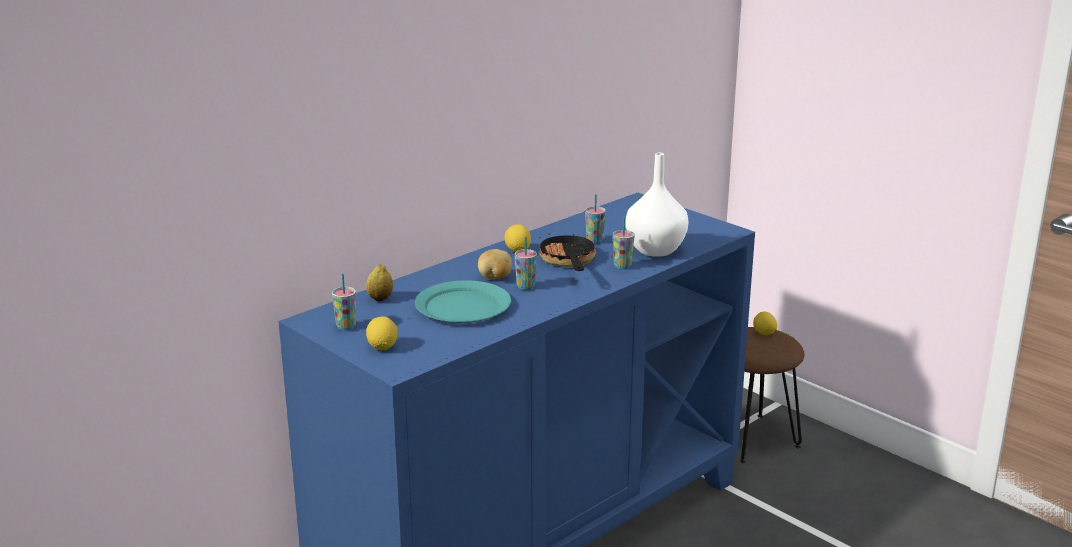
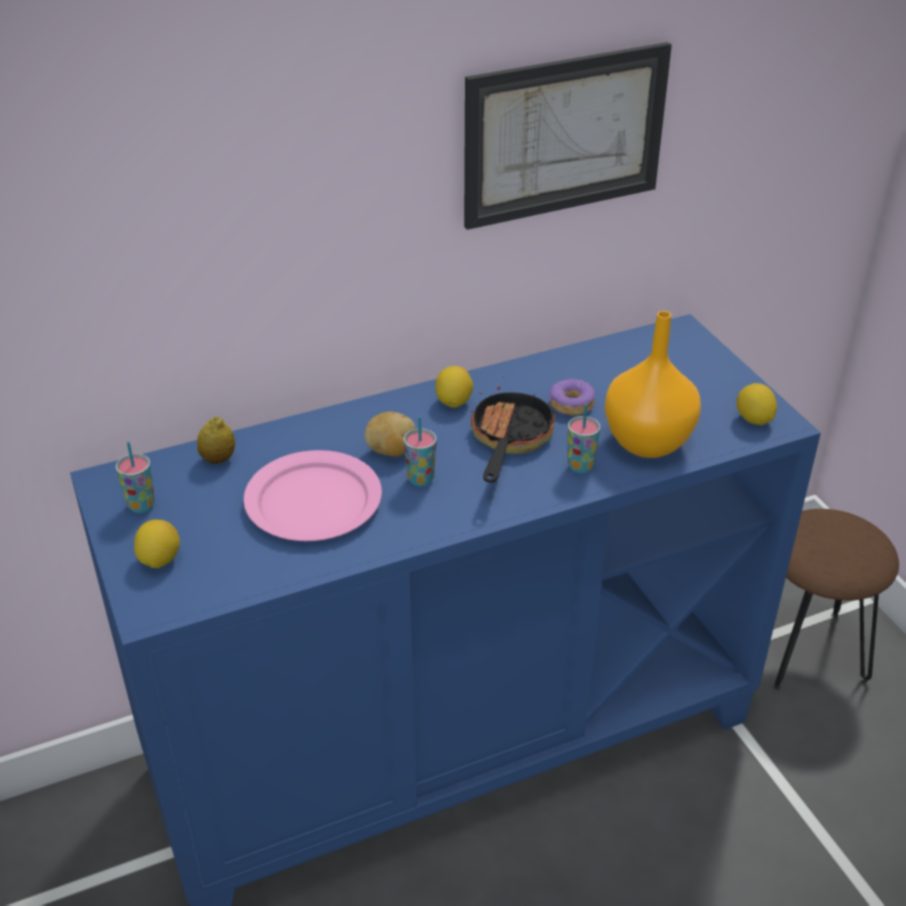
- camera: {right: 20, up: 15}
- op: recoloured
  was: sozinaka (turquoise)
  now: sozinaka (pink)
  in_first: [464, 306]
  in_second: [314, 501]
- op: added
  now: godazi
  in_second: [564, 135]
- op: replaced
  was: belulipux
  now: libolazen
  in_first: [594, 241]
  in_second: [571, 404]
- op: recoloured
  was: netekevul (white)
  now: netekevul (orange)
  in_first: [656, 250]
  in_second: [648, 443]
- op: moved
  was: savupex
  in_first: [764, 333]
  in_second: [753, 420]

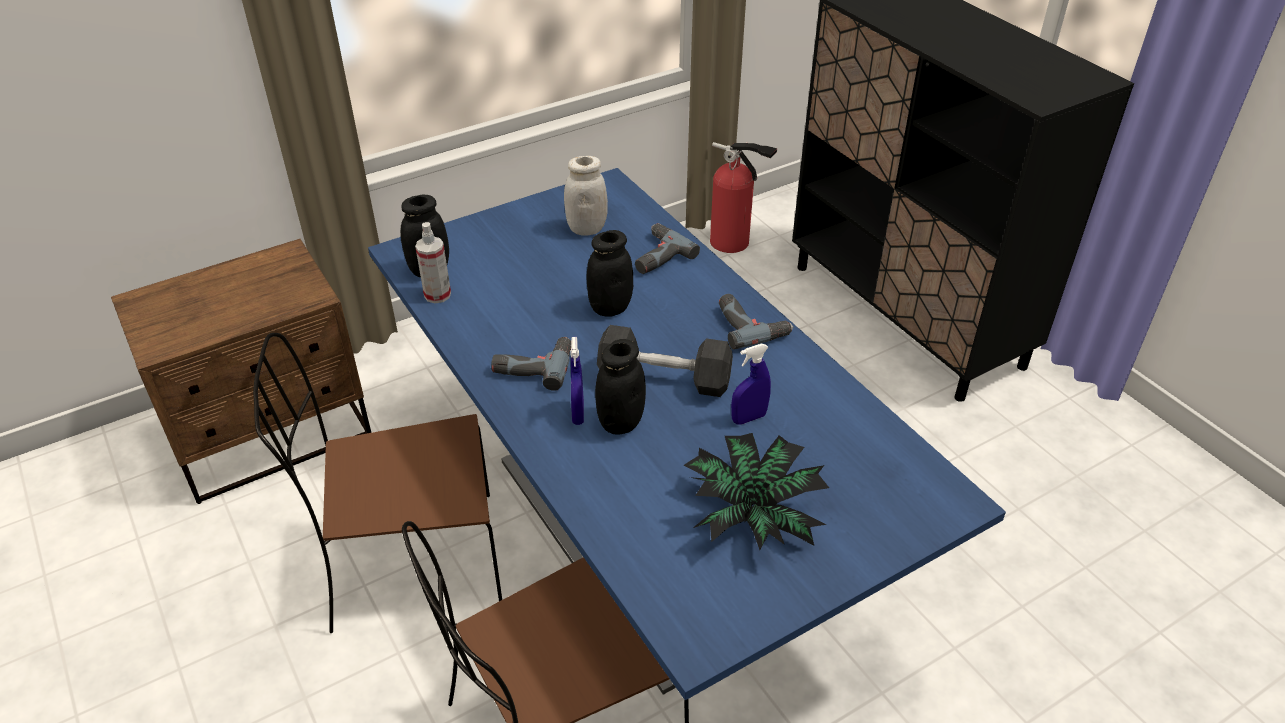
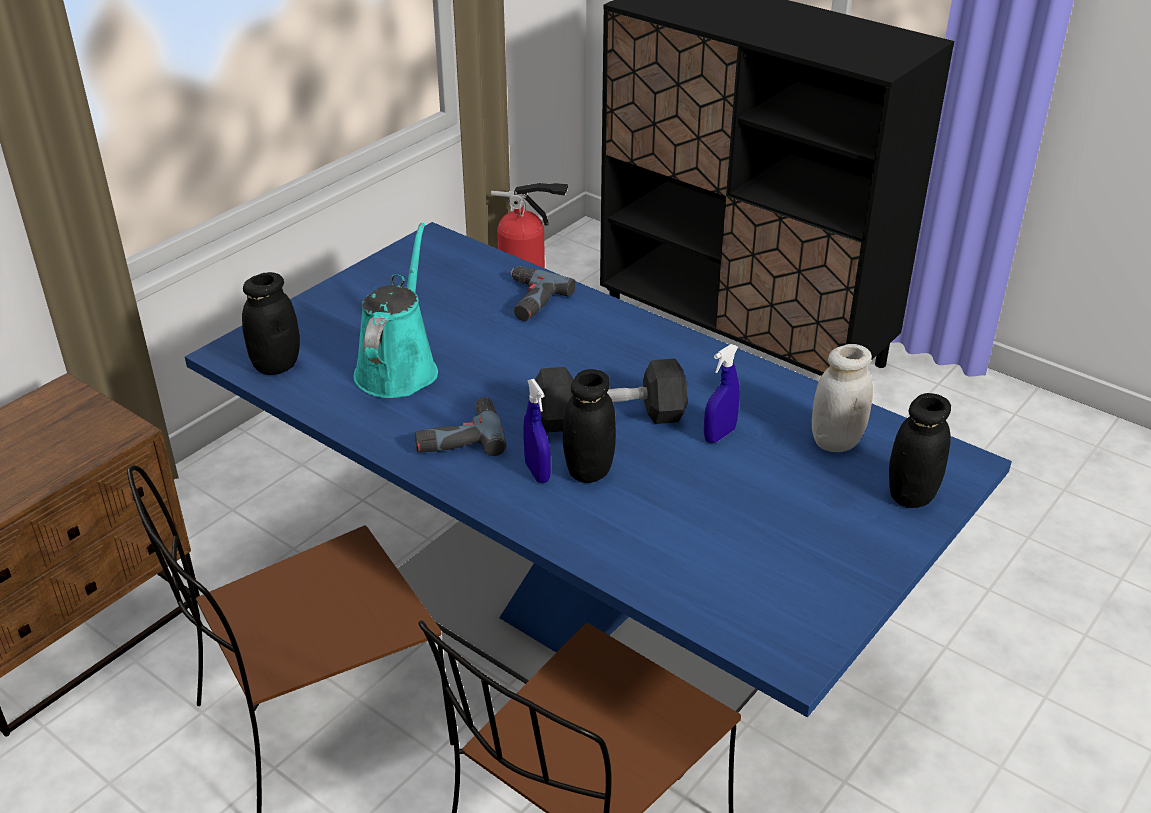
- camera: {right: -20, up: -5}
- op: added
  now: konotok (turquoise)
  in_second: [398, 368]
- op: moved
  was: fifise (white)
  in_first: [587, 228]
  in_second: [836, 441]
- op: moved
  was: fifise (black)
  in_first: [610, 308]
  in_second: [911, 495]
- op: removed
  was: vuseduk
  in_first: [437, 295]
- op: removed
  was: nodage
  in_first: [752, 513]
- op: removed
  was: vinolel
  in_first: [750, 325]

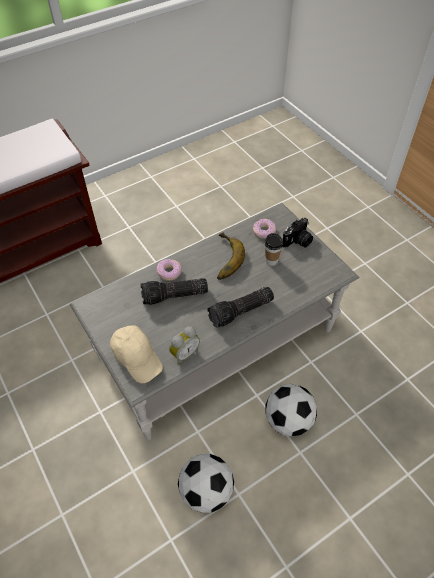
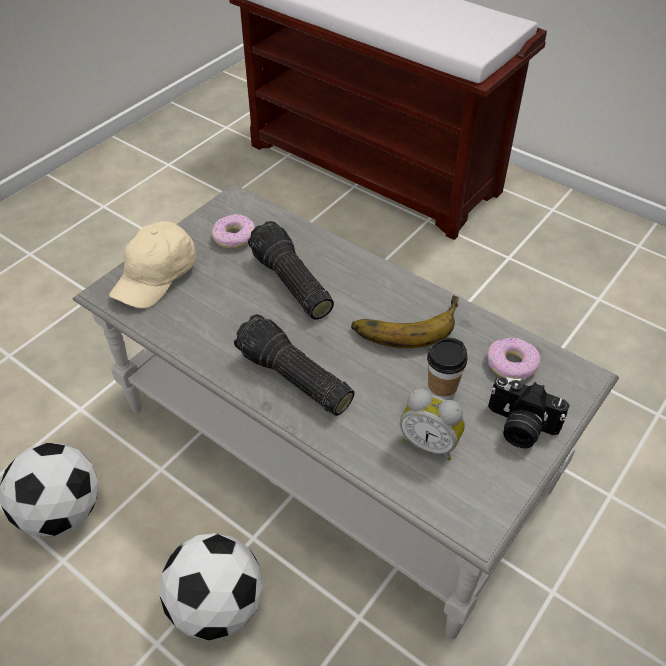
- camera: {right: 70, up: -5}
- op: moved
  was: libolazen
  in_first: [169, 272]
  in_second: [235, 237]
- op: moved
  was: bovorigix
  in_first: [184, 353]
  in_second: [430, 443]

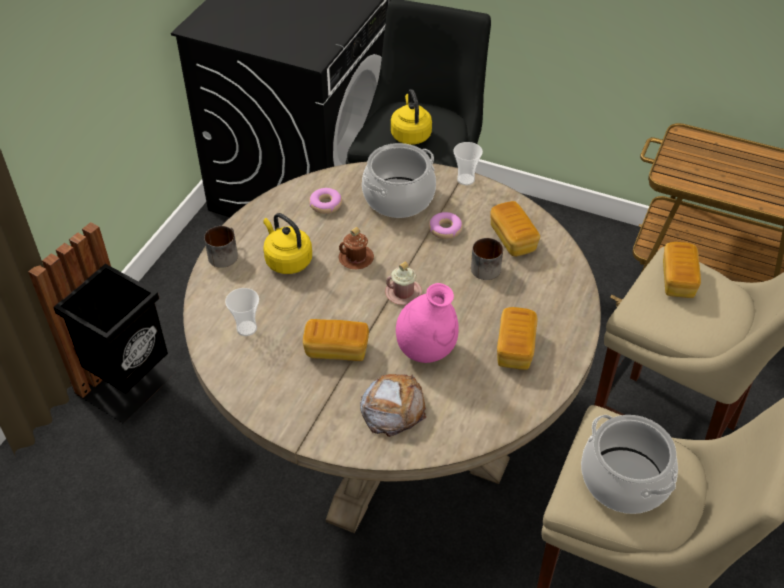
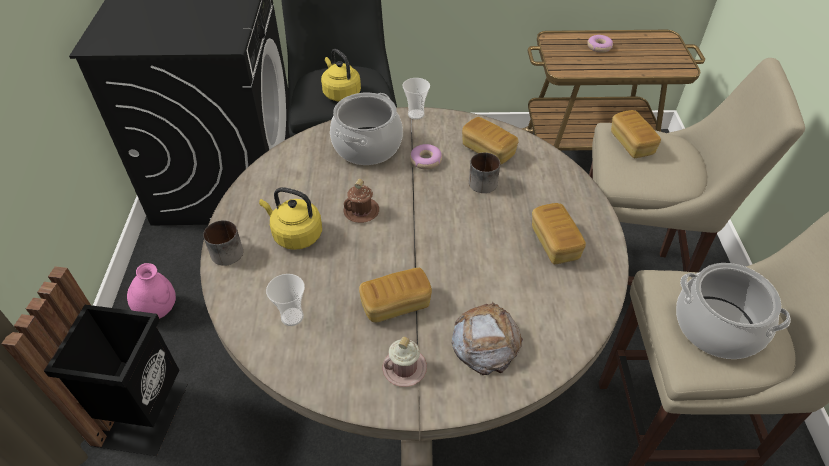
- camera: {right: -25, up: 0}
- op: moved
  was: netekevul (pink)
  in_first: [426, 351]
  in_second: [158, 310]
- op: moved
  was: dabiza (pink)
  in_first: [403, 293]
  in_second: [404, 368]
- op: moved
  was: libolazen
  in_first: [326, 204]
  in_second: [599, 47]

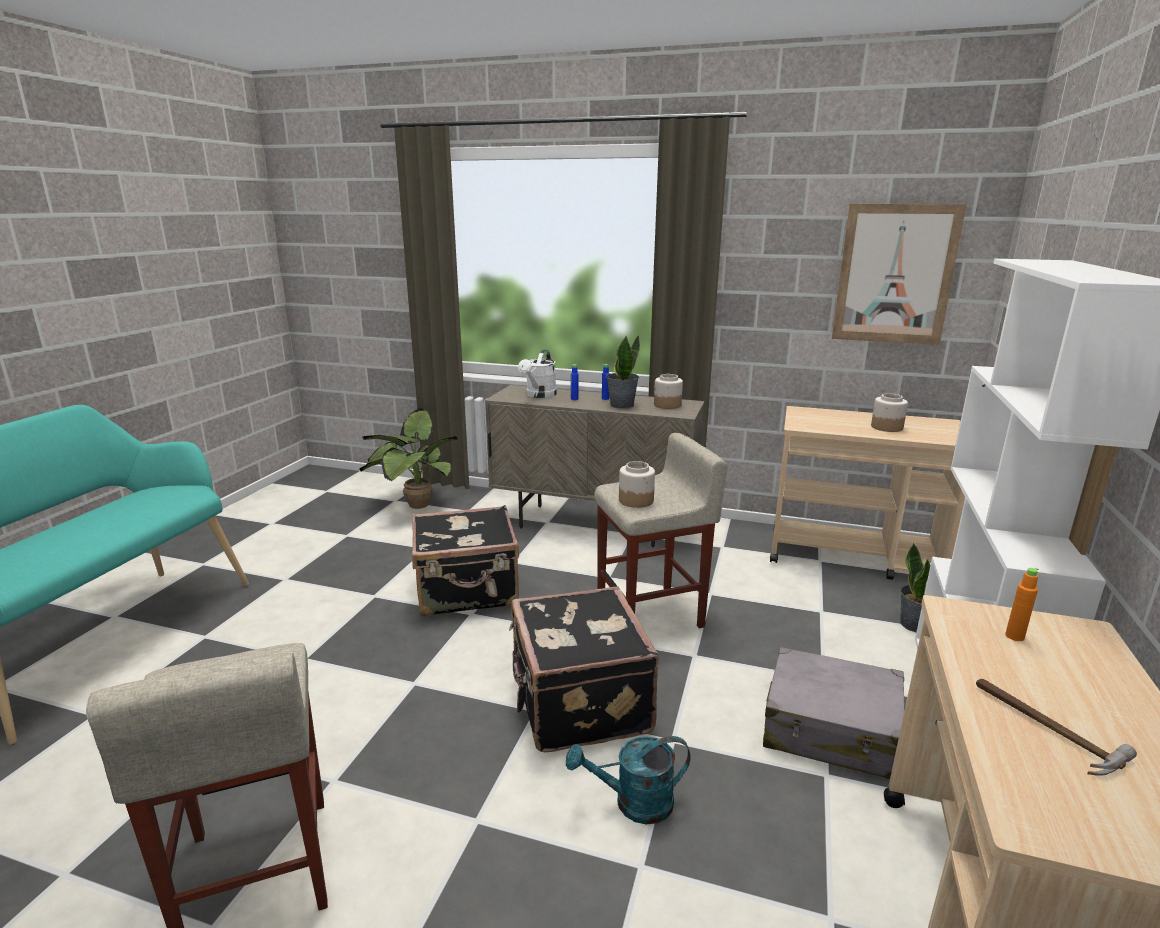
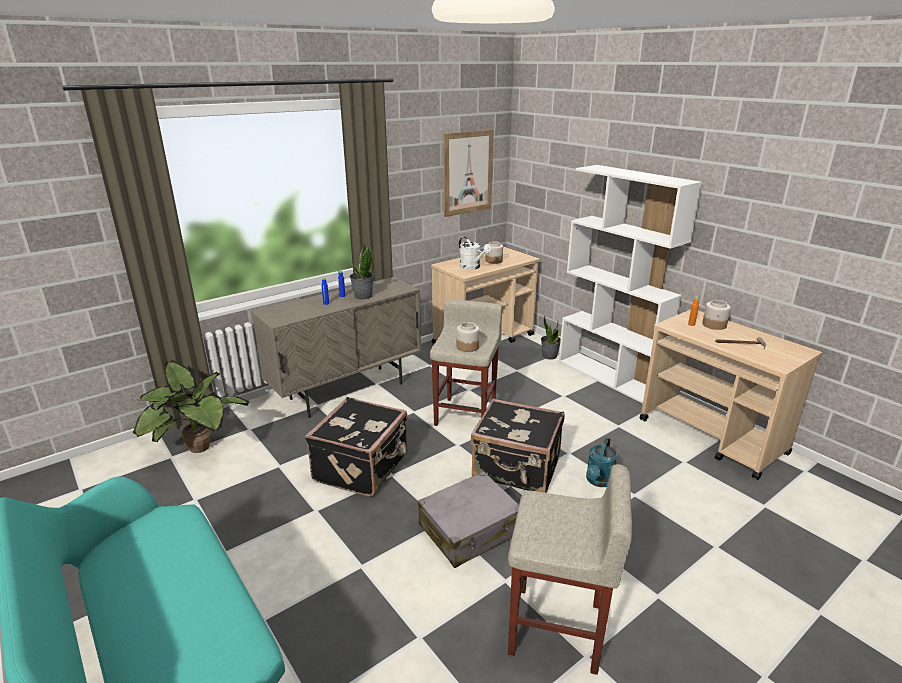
- camera: {right: -55, up: 5}
- op: moved
  was: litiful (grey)
  in_first: [831, 730]
  in_second: [470, 530]
- op: moved
  was: konotok (white)
  in_first: [539, 395]
  in_second: [472, 267]
- op: moved
  was: fifise
  in_first: [667, 405]
  in_second: [714, 325]

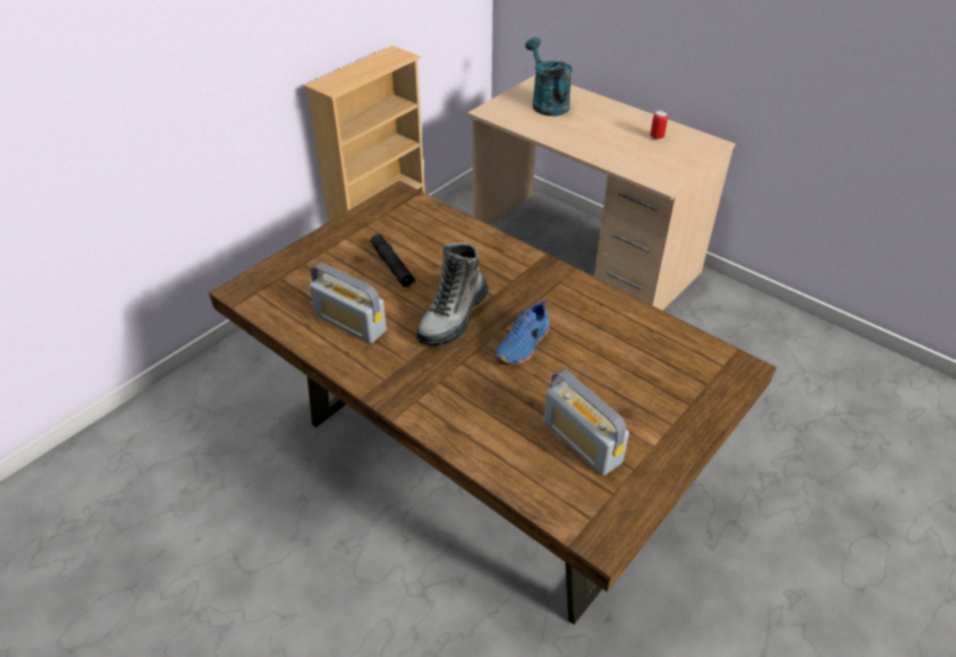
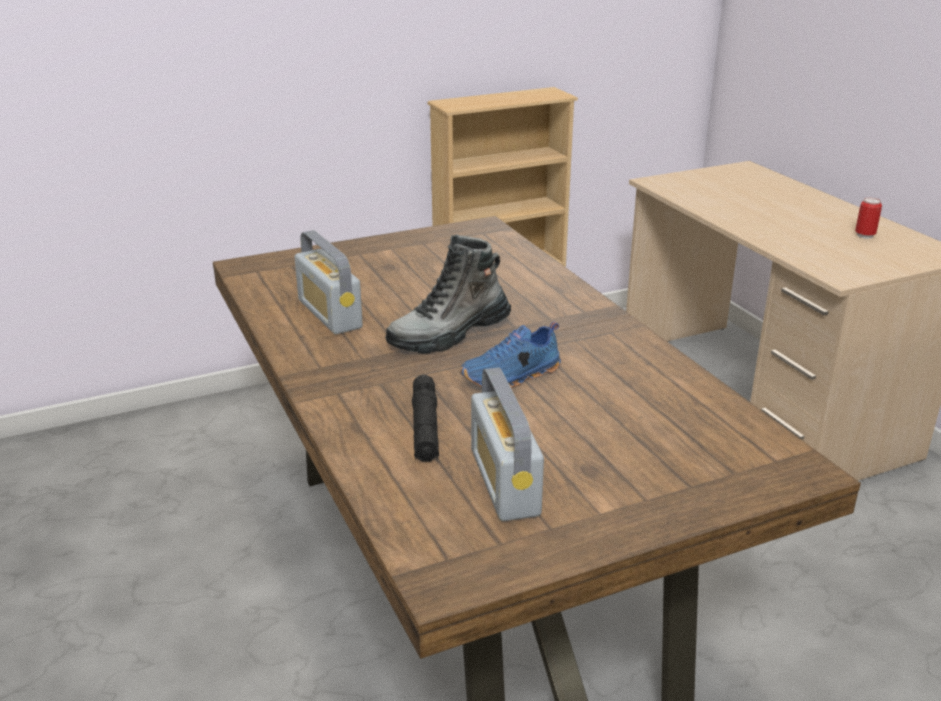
- camera: {right: 25, up: -15}
- op: moved
  was: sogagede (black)
  in_first: [392, 266]
  in_second: [425, 427]
- op: removed
  was: konotok (turquoise)
  in_first: [547, 103]

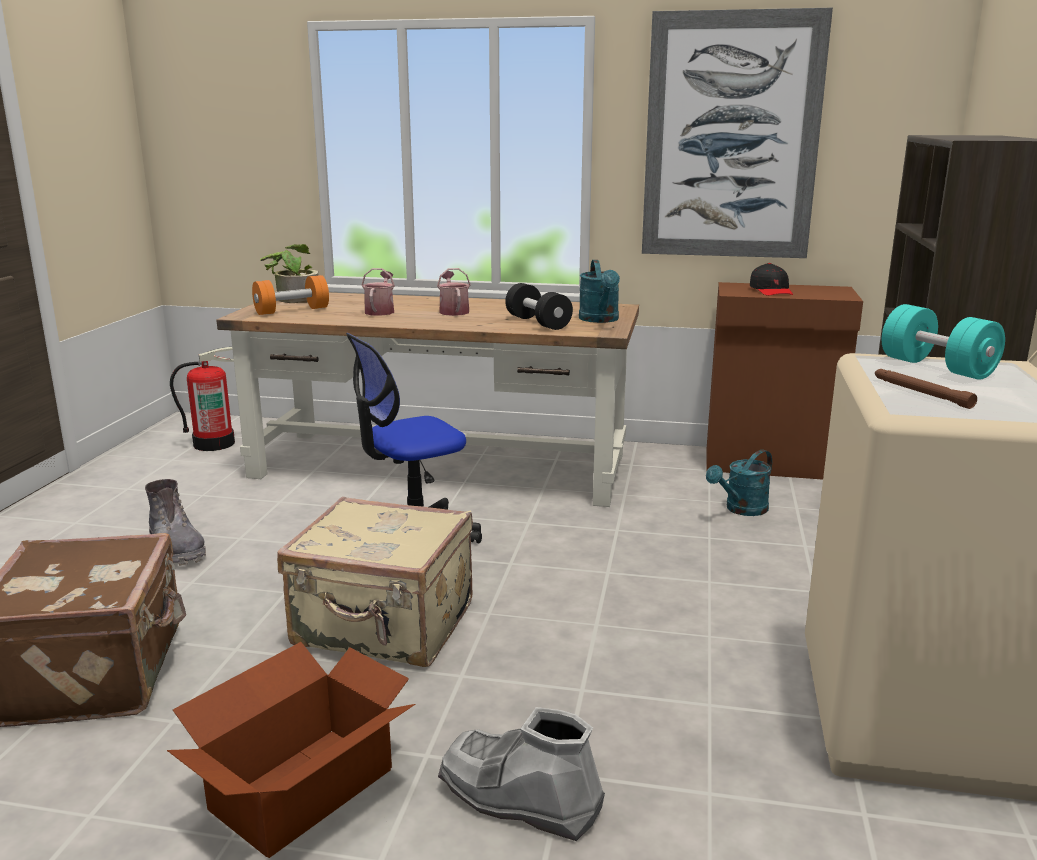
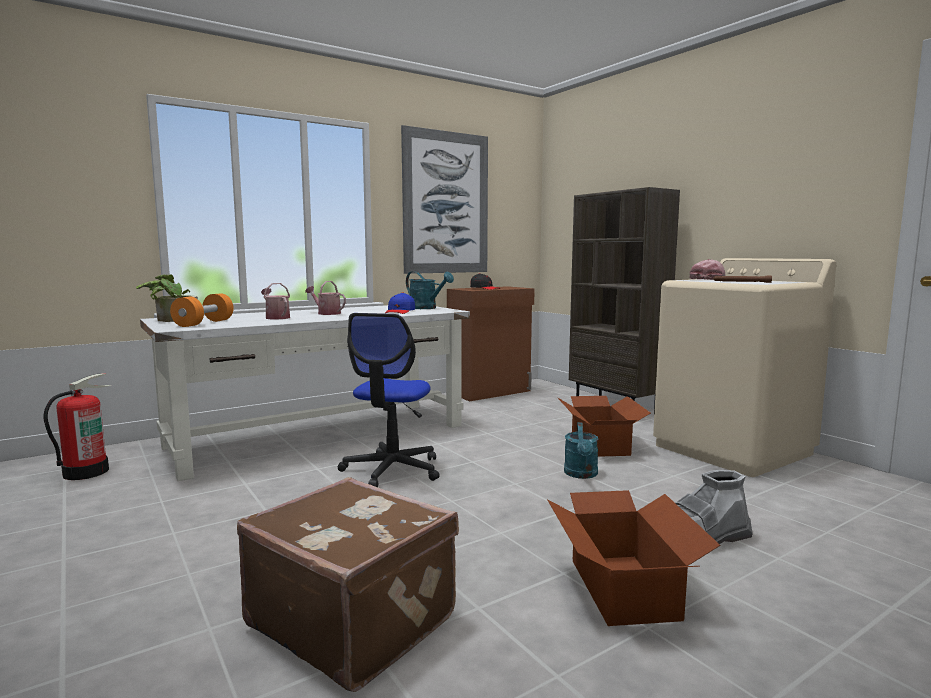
- camera: {right: -45, up: -10}
- op: recoloured
  was: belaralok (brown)
  now: belaralok (white)
  in_first: [442, 466]
  in_second: [320, 435]
- op: replaced
  was: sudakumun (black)
  now: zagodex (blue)
  in_first: [538, 323]
  in_second: [400, 312]
- op: added
  now: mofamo
  in_second: [600, 445]
- op: moved
  was: konotok (turquoise)
  in_first: [741, 510]
  in_second: [581, 474]
- op: replaced
  was: sudakumun (turquoise)
  now: zagodex (pink)
  in_first: [937, 367]
  in_second: [708, 280]
- op: removed
  was: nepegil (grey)
  in_first: [176, 549]
- op: removed
  was: litiful (beige)
  in_first: [384, 626]

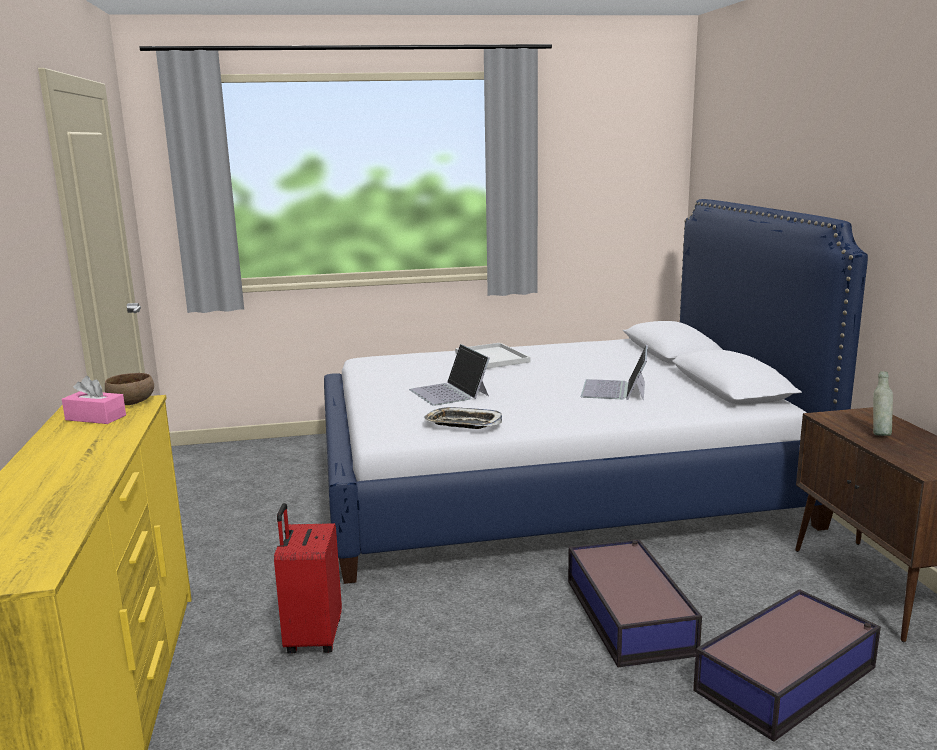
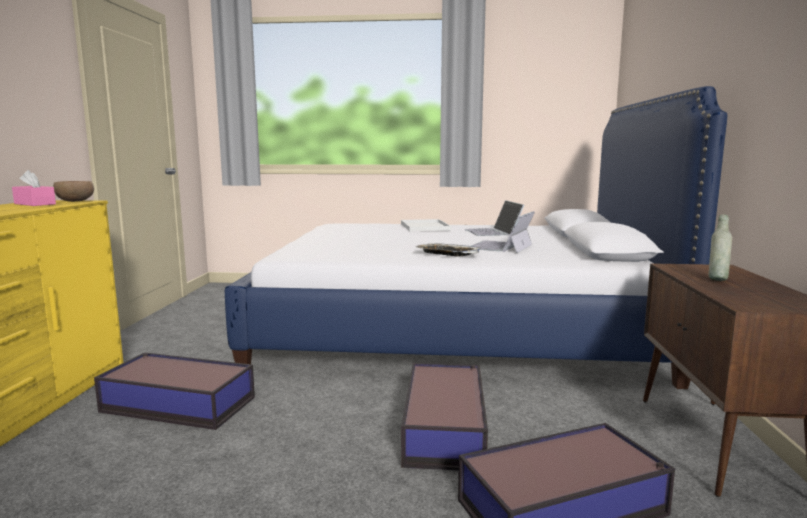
- camera: {right: 15, up: -5}
- op: replaced
  was: litiful (red)
  now: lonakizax
  in_first: [312, 638]
  in_second: [177, 404]
- op: moved
  was: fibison
  in_first: [463, 424]
  in_second: [447, 254]
- op: moved
  was: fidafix
  in_first: [449, 392]
  in_second: [493, 232]

